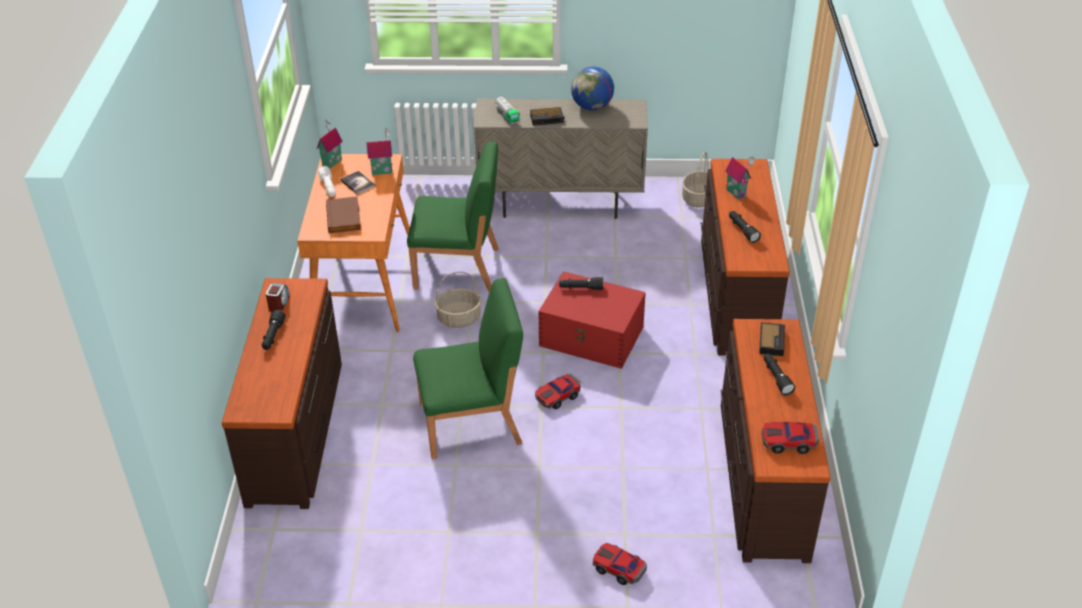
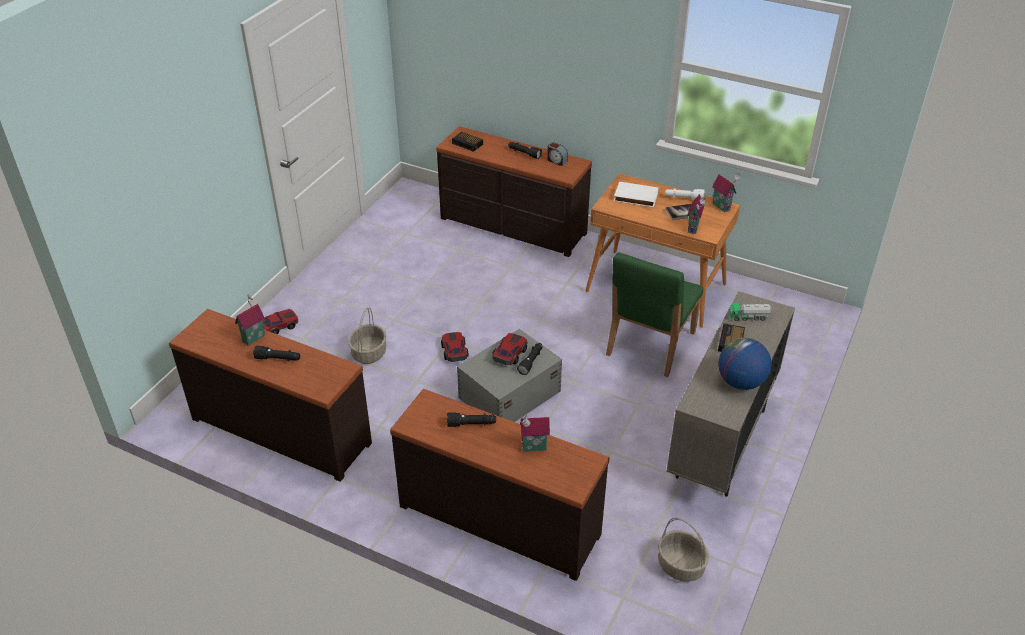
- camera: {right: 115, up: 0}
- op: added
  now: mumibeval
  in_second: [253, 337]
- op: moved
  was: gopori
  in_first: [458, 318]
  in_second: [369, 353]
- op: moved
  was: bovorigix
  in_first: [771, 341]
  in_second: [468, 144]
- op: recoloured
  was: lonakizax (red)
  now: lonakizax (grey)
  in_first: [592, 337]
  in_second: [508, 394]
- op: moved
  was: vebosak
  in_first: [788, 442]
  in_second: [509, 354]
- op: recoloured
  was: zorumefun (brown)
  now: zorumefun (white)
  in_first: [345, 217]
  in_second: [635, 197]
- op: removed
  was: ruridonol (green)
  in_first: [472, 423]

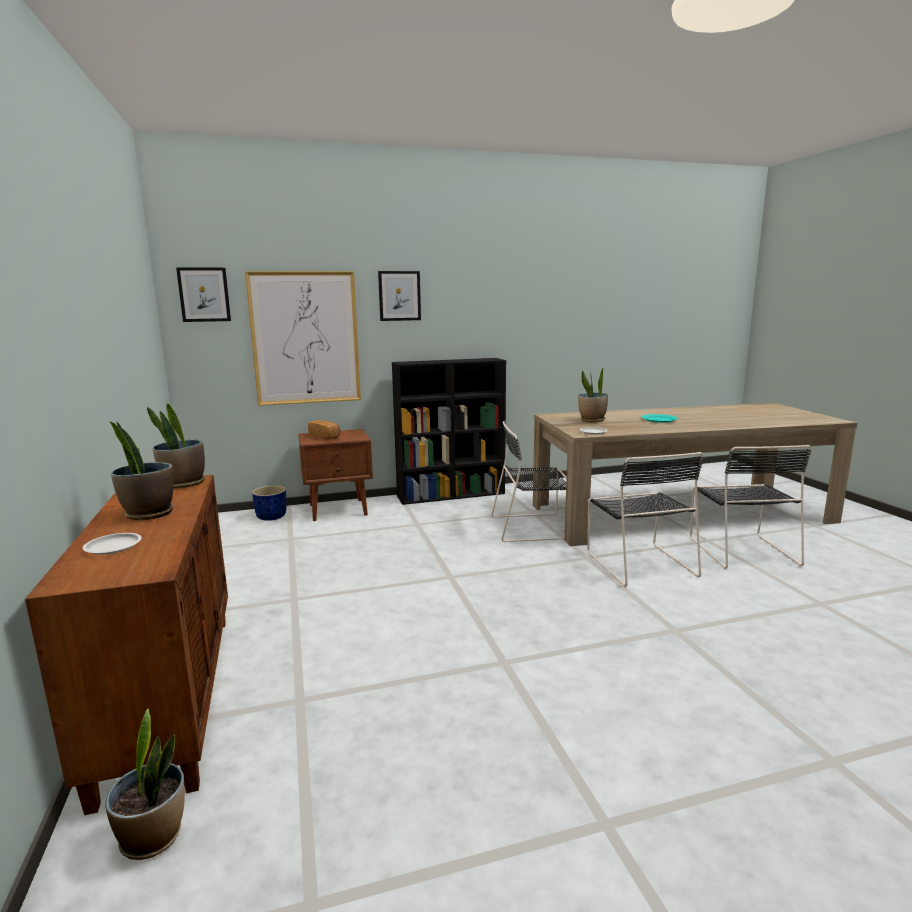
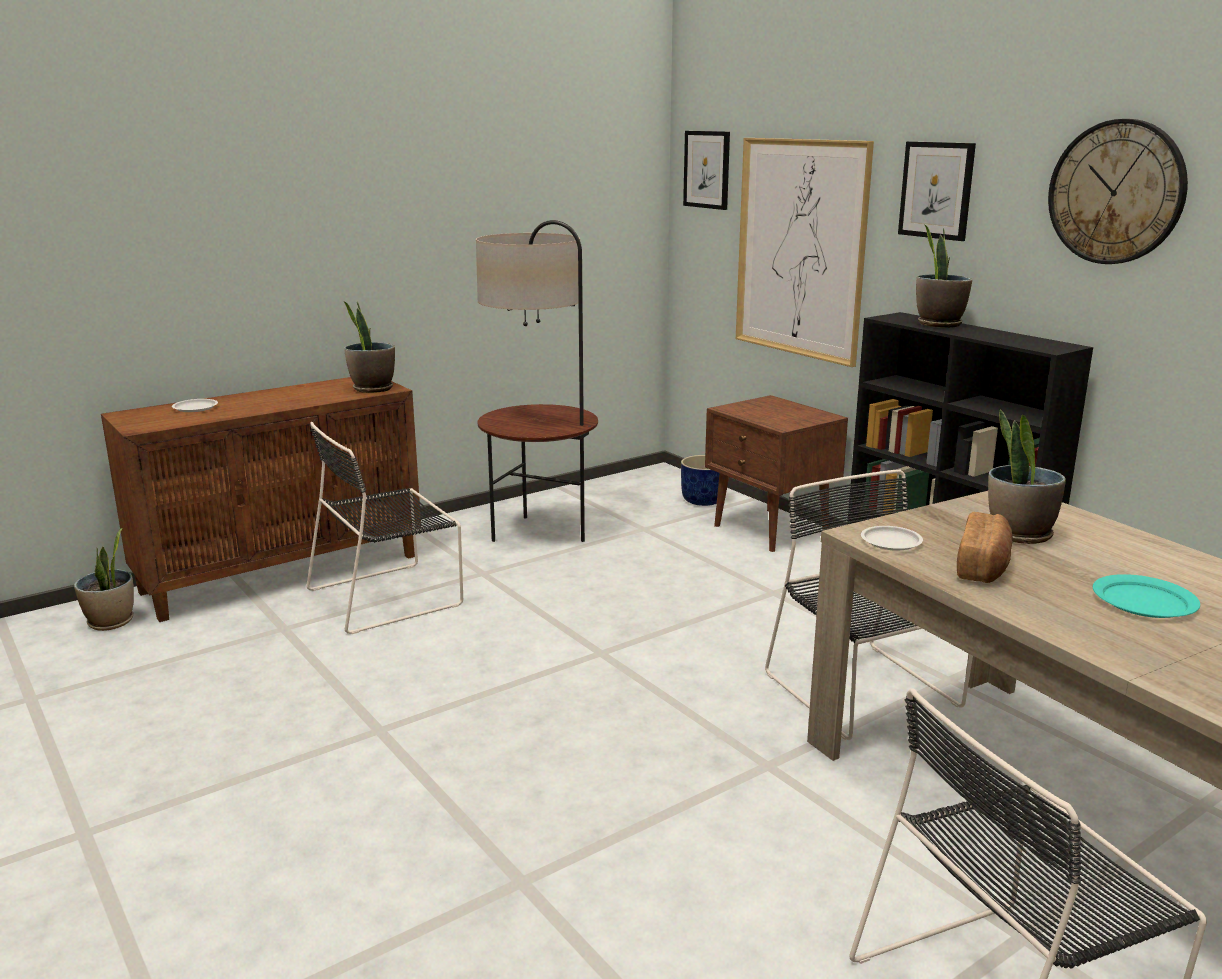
- camera: {right: 70, up: 5}
- op: moved
  was: ruridonol (black)
  in_first: [639, 563]
  in_second: [389, 596]
- op: added
  now: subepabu
  in_second: [540, 534]
- op: moved
  was: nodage
  in_first: [148, 514]
  in_second: [938, 324]
- op: moved
  was: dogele
  in_first: [325, 436]
  in_second: [983, 566]
- op: added
  now: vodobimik
  in_second: [1116, 192]

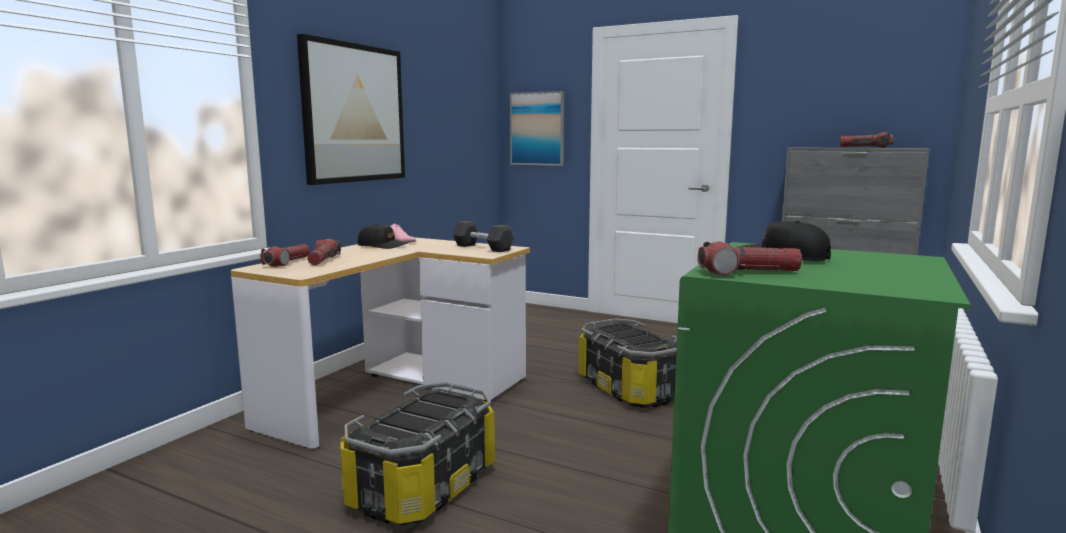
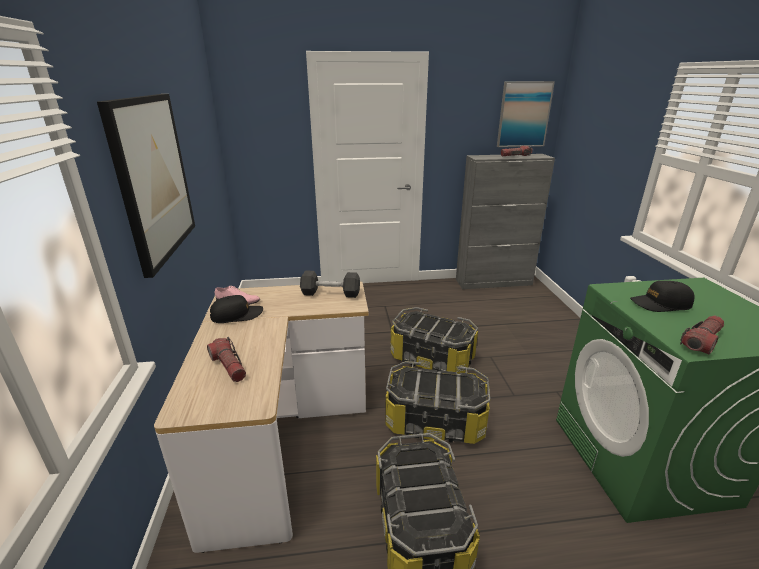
- camera: {right: -35, up: 15}
- op: added
  now: lonakizax
  in_second: [435, 421]
- op: moved
  was: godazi
  in_first: [537, 129]
  in_second: [524, 114]
- op: removed
  was: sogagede
  in_first: [287, 262]

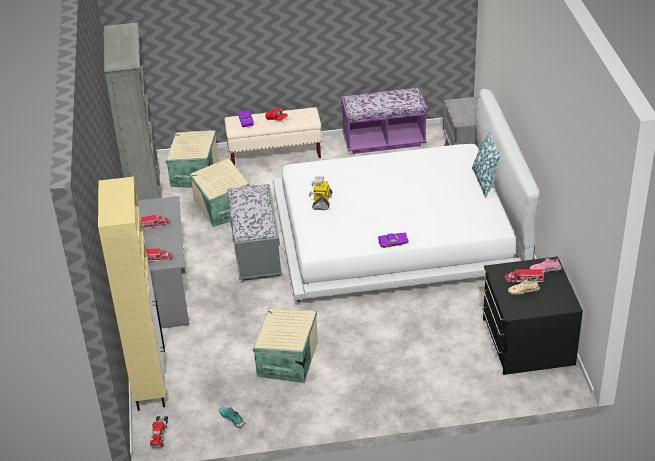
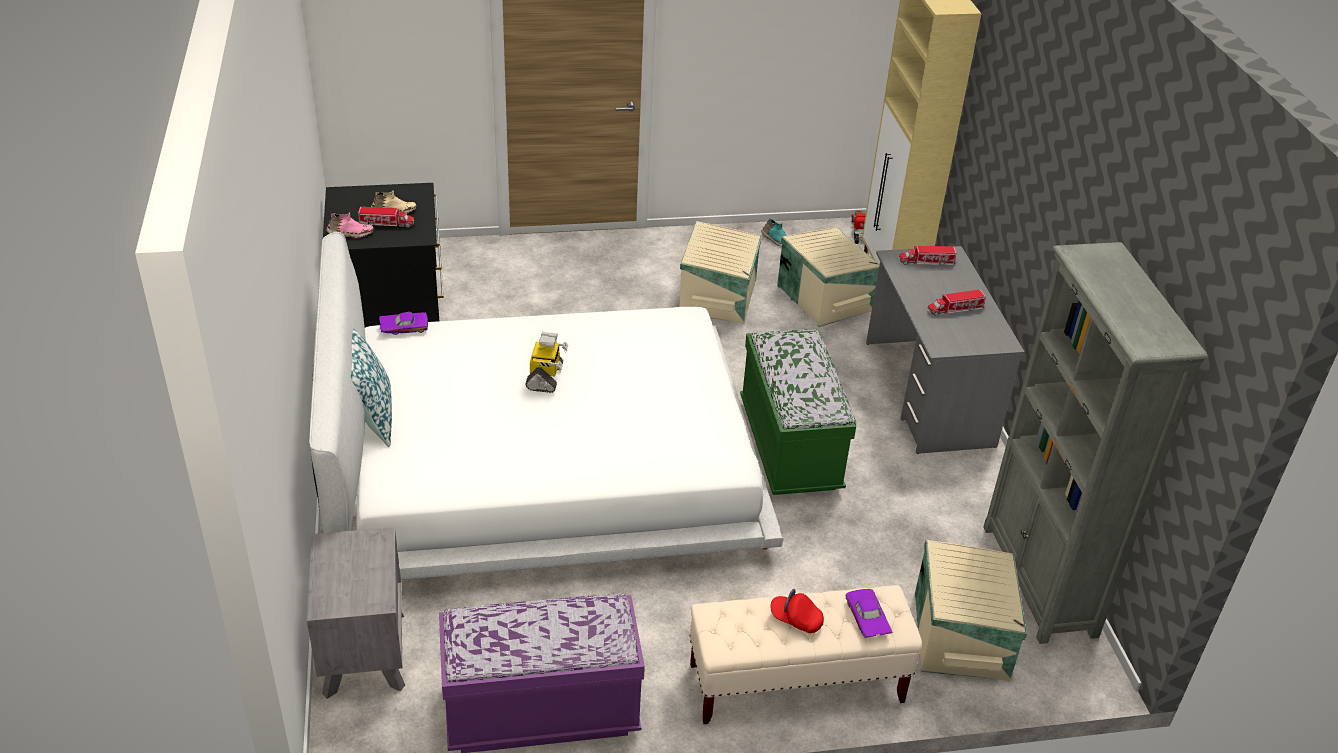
- camera: {right: 175, up: 0}
- op: moved
  was: vebosak (purple)
  in_first: [393, 243]
  in_second: [404, 326]
- op: moved
  was: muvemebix
  in_first: [321, 202]
  in_second: [545, 377]
- op: recoloured
  was: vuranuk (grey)
  now: vuranuk (green)
  in_first: [257, 253]
  in_second: [789, 447]
- op: moved
  was: lonakizax (beige)
  in_first: [222, 208]
  in_second: [825, 297]

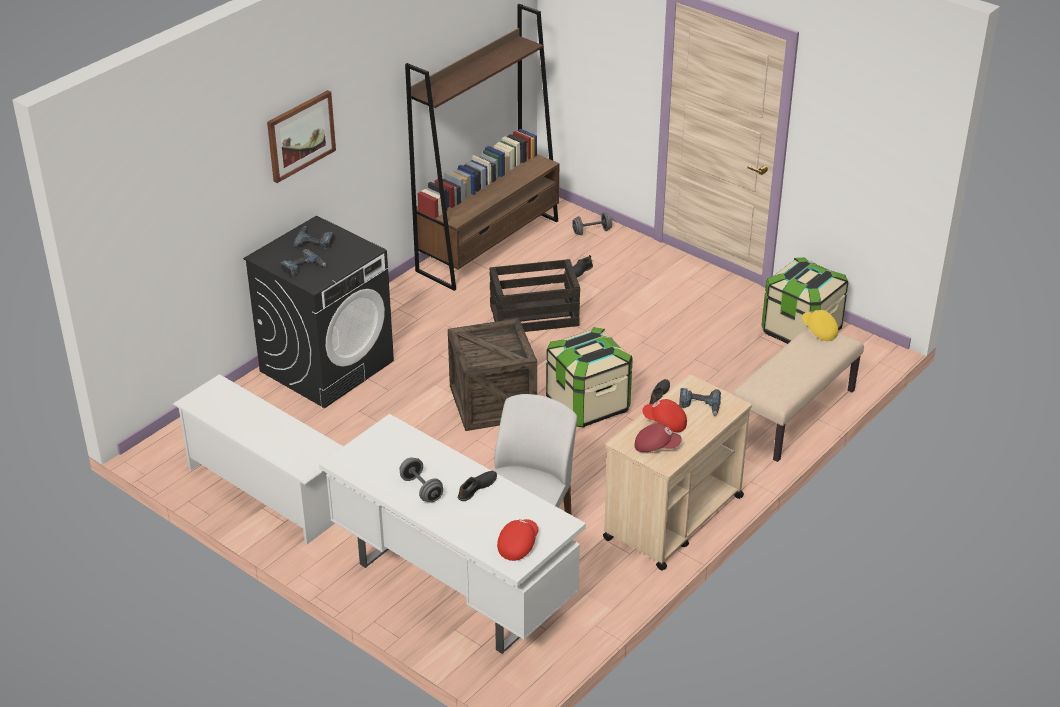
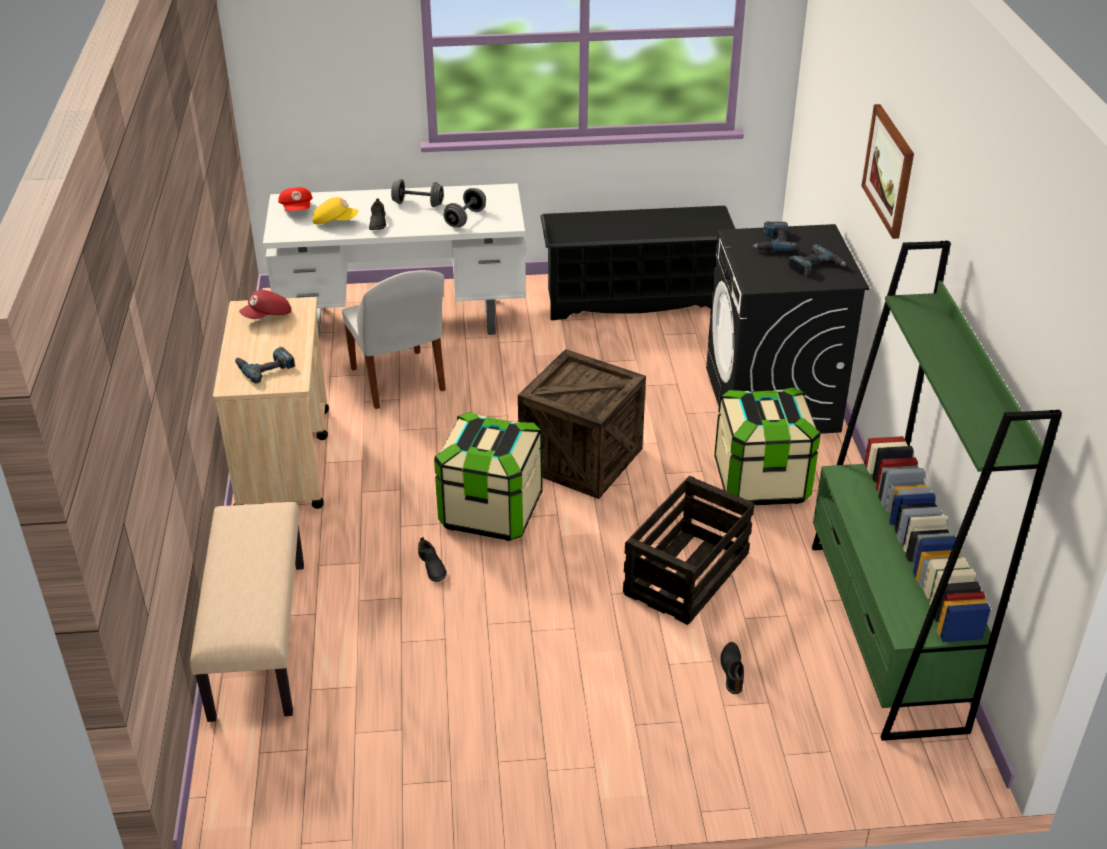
- camera: {right: 135, up: 0}
- op: moved
  was: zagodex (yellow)
  in_first: [818, 331]
  in_second: [335, 221]
- op: moved
  was: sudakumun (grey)
  in_first: [592, 231]
  in_second: [465, 218]
- op: recoloured
  was: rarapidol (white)
  now: rarapidol (black)
  in_first: [268, 490]
  in_second: [635, 299]
- op: moved
  was: lonakizax
  in_first: [801, 331]
  in_second: [761, 481]
- op: recoloured
  was: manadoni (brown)
  now: manadoni (green)
  in_first: [489, 245]
  in_second: [885, 634]
- op: removed
  was: zagodex (red)
  in_first: [665, 423]

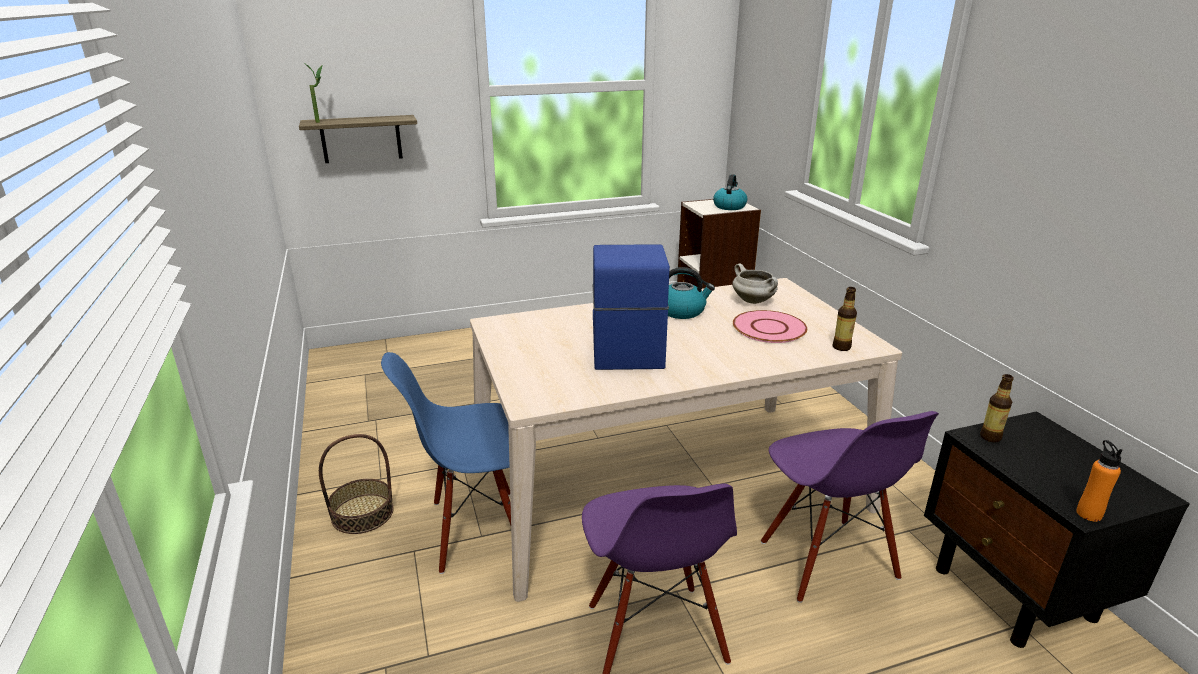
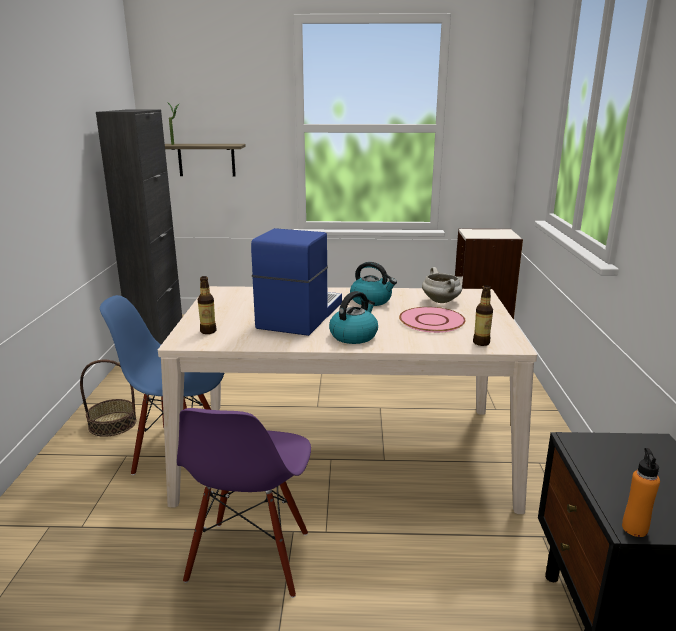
- camera: {right: 20, up: -5}
- op: added
  now: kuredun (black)
  in_second: [158, 342]
- op: moved
  was: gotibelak
  in_first: [990, 437]
  in_second: [208, 331]
- op: moved
  was: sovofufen
  in_first: [729, 206]
  in_second: [354, 336]
- op: removed
  was: ruridonol (purple)
  in_first: [827, 560]

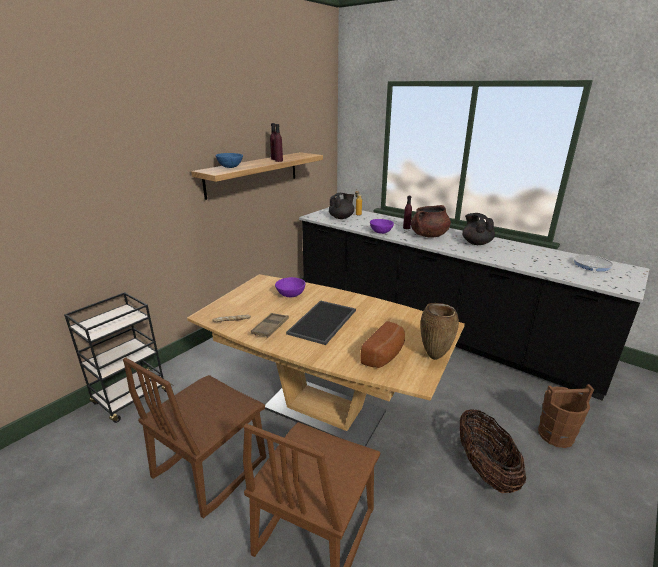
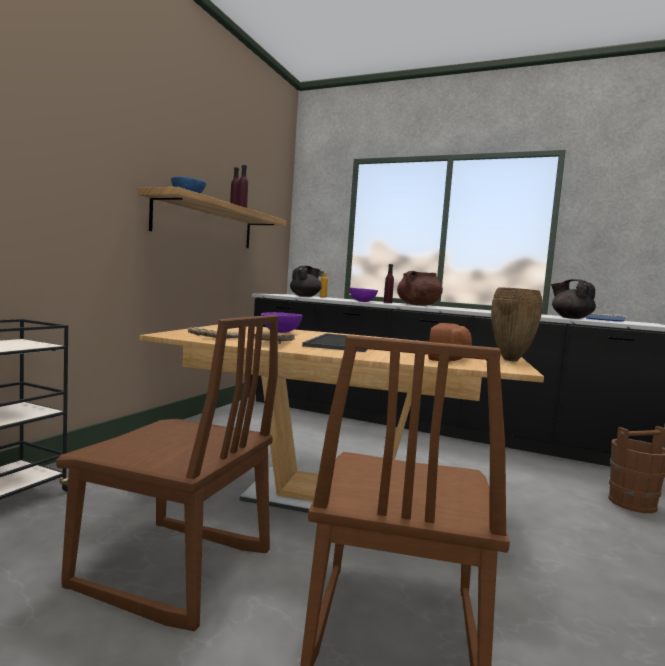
- camera: {right: -15, up: -20}
- op: turned
  was: ruridonol (brown)
  in_first: [209, 467]
  in_second: [172, 571]
  clockwise: -90
- op: moved
  was: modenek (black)
  in_first: [476, 243]
  in_second: [570, 318]
- op: removed
  was: gopori
  in_first: [485, 468]

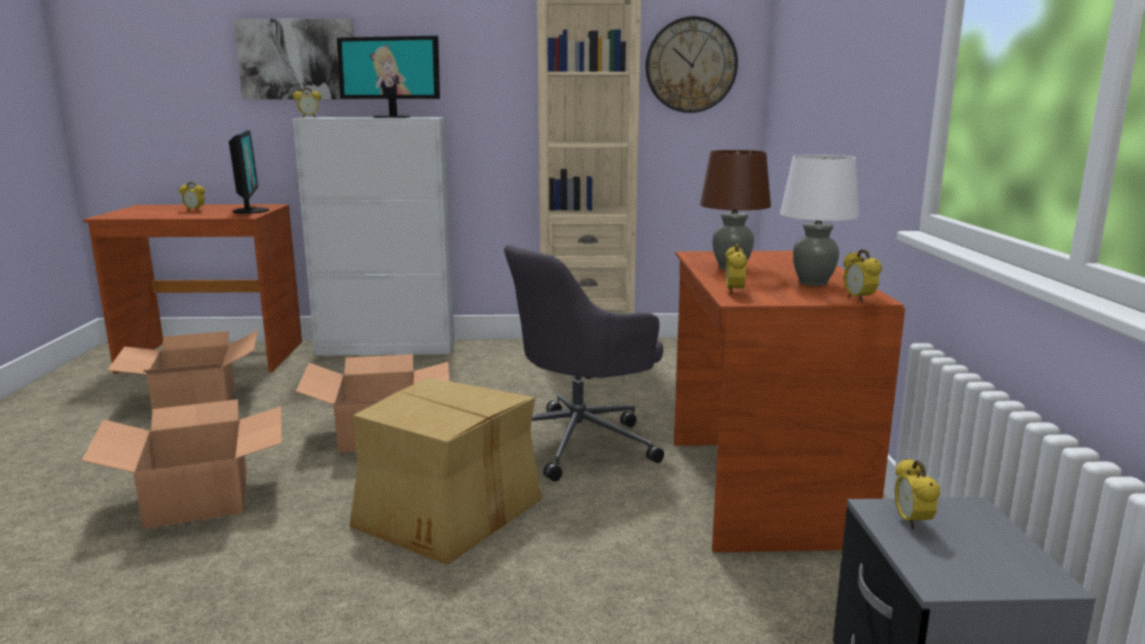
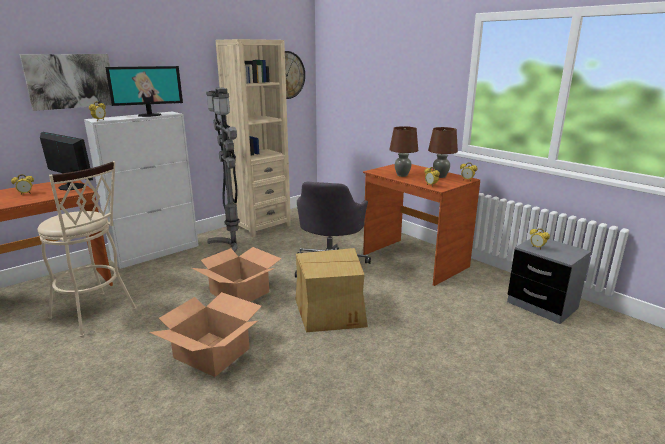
- camera: {right: -40, up: 5}
- op: replaced
  was: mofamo
  now: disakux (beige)
  in_first: [194, 400]
  in_second: [97, 315]
- op: added
  now: subepabu (grey)
  in_second: [231, 246]
- op: recoloured
  was: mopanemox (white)
  now: mopanemox (brown)
  in_first: [812, 283]
  in_second: [440, 176]

